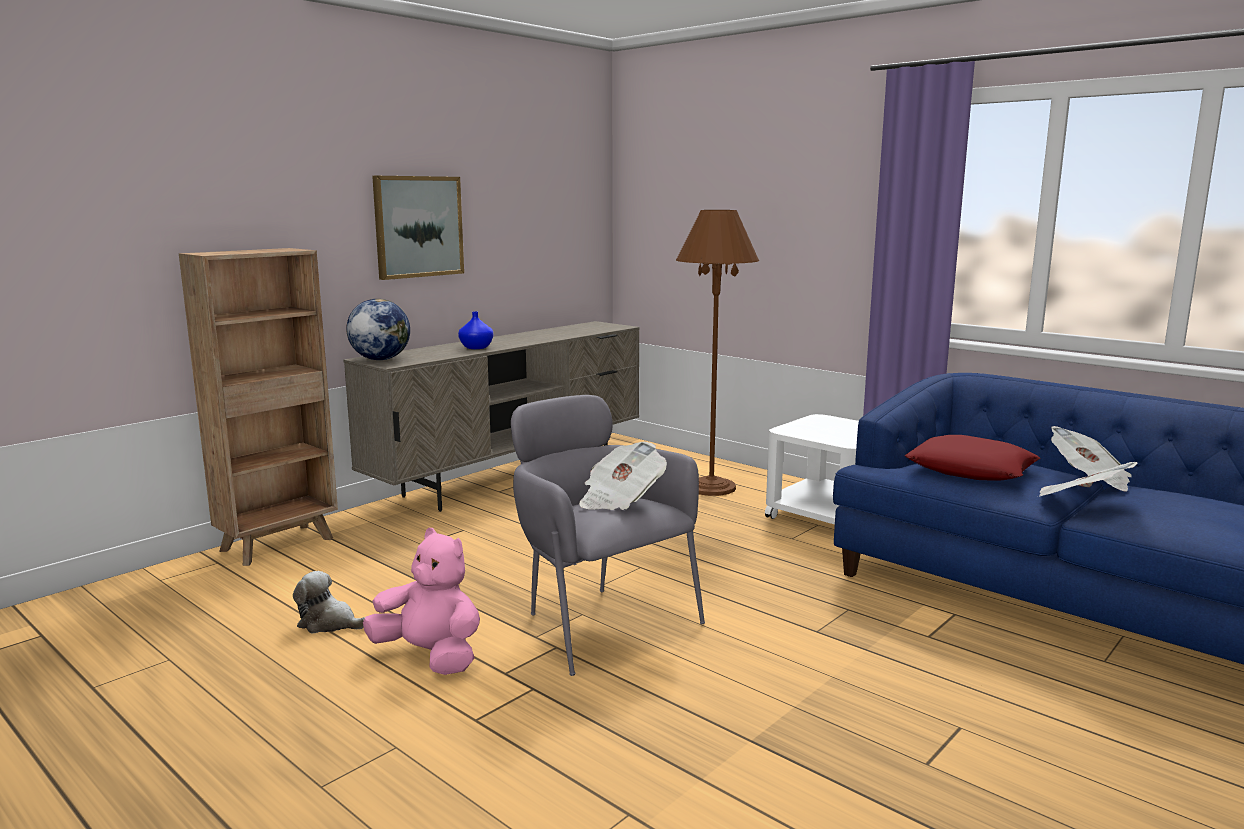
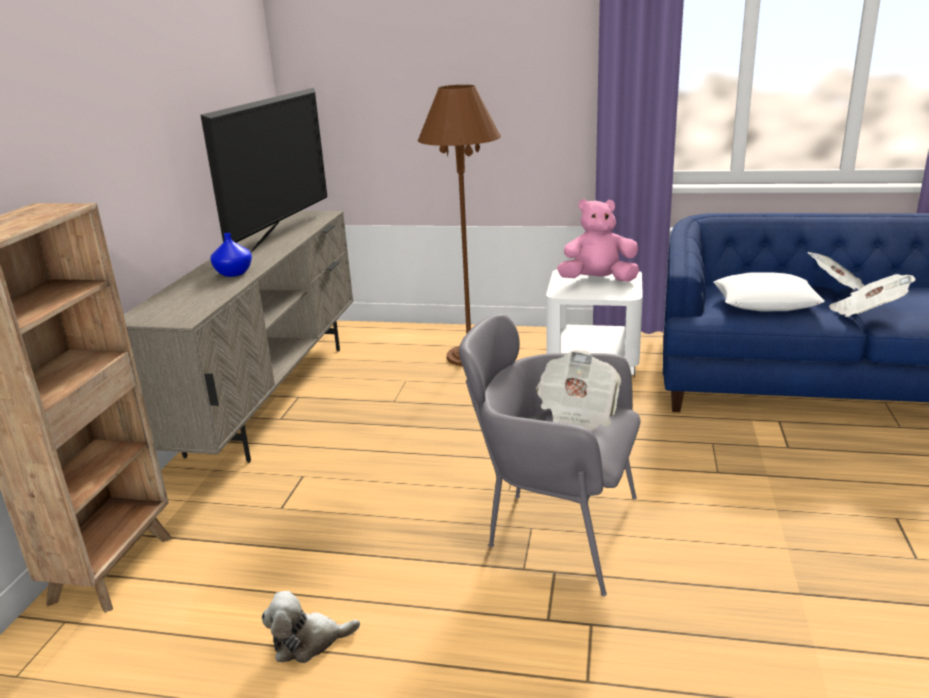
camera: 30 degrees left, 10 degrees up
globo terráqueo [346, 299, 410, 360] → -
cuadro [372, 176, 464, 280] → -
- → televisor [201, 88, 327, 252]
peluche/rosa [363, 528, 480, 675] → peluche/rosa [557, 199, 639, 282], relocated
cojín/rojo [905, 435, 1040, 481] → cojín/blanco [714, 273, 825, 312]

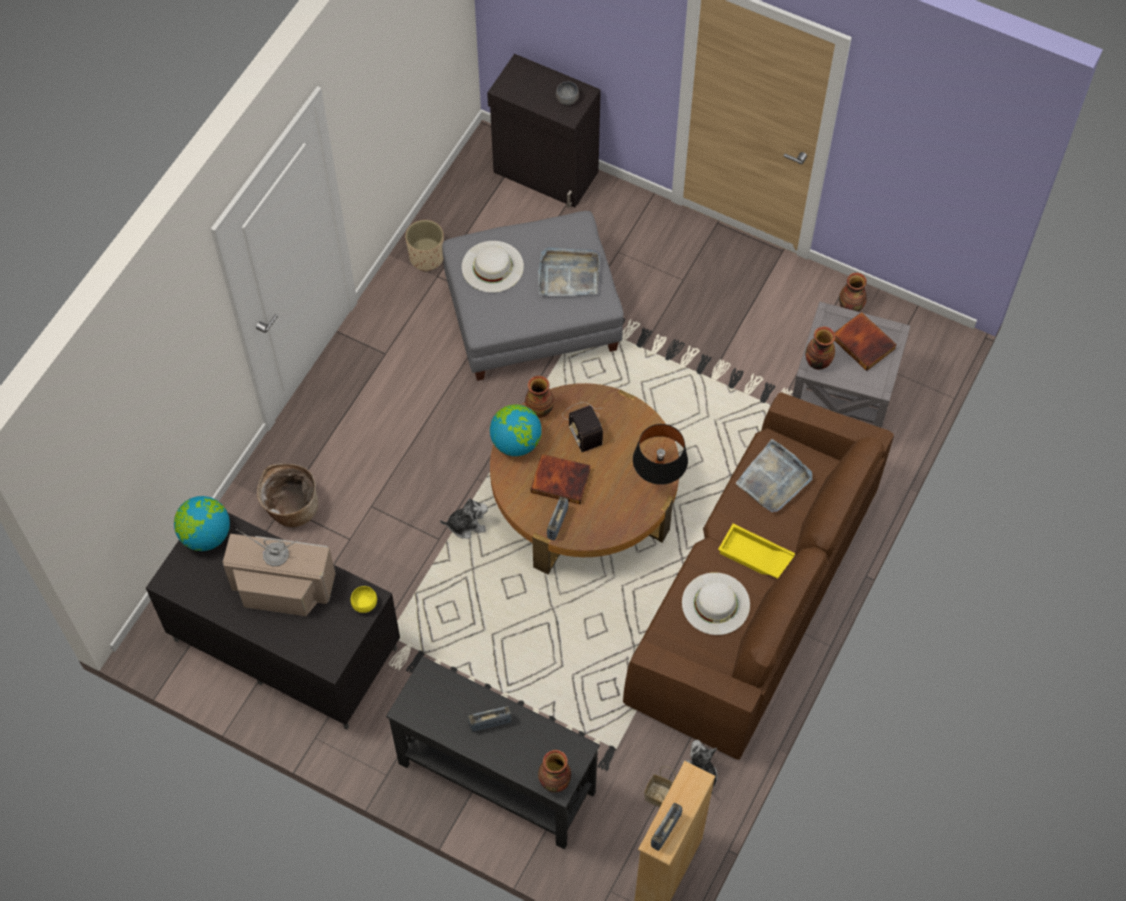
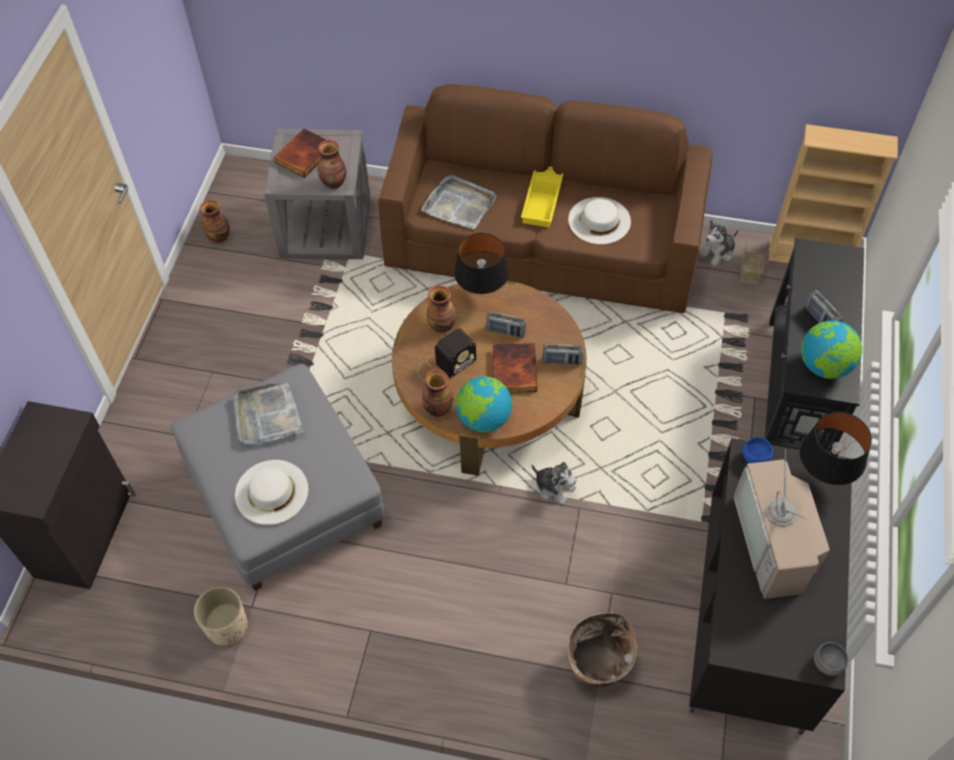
camera: 105 degrees left, 5 degrees down
- → lámpara de mesa/negro [800, 412, 872, 485]
globo terráqueo [174, 496, 230, 551] → globo terráqueo [801, 320, 862, 379], relocated
florero [538, 750, 571, 793] → florero [427, 285, 456, 333], relocated
cuenco/gris [556, 82, 579, 105] → cuenco/gris [814, 642, 848, 676], relocated
radio [651, 803, 682, 851] → radio [486, 311, 526, 338], relocated
cuenco/amarillo [351, 586, 377, 613] → cuenco/azul [743, 437, 773, 463]
peluche [440, 498, 488, 539] → peluche [532, 462, 576, 505], 150 degrees clockwise

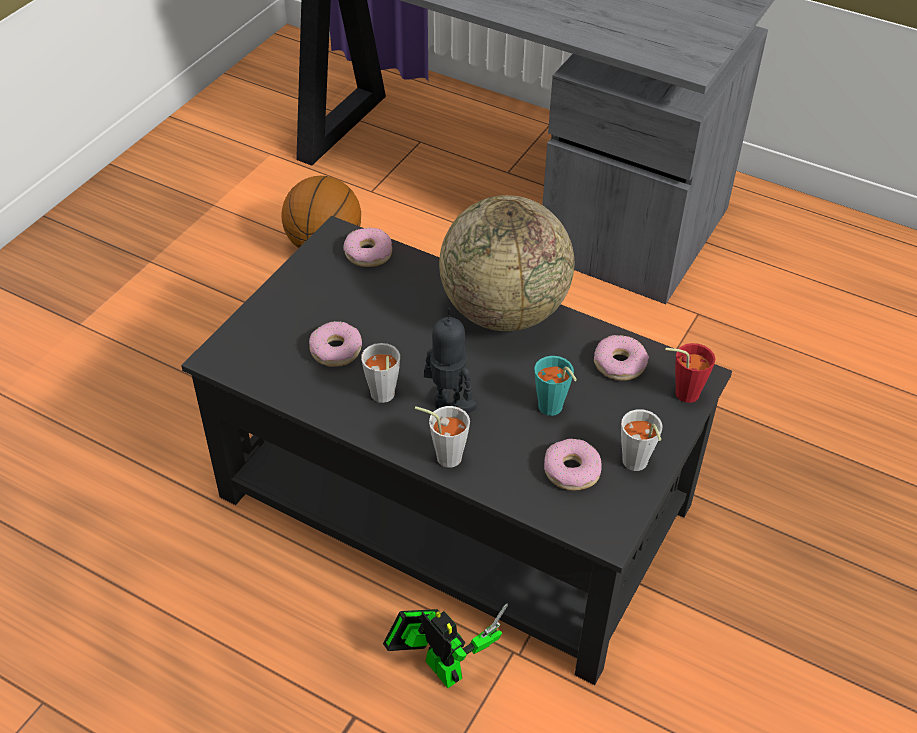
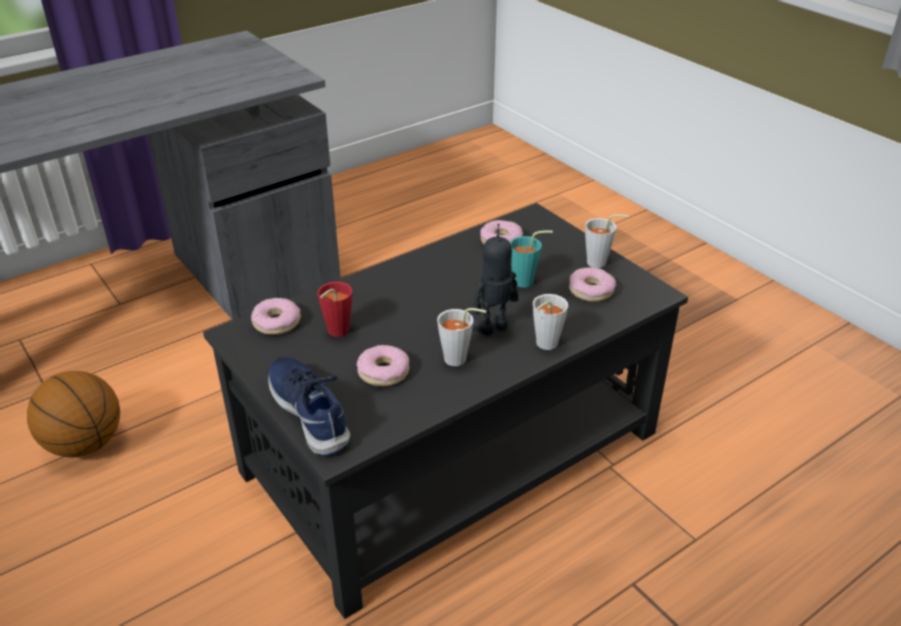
camera: 65 degrees left, 10 degrees down
robot de juguete [383, 603, 509, 688] → -
globo terráqueo [439, 195, 574, 331] → -
- → zapato/azul [268, 357, 350, 456]
taza/rojo [665, 343, 715, 403] → taza/rojo [317, 282, 352, 337], relocated

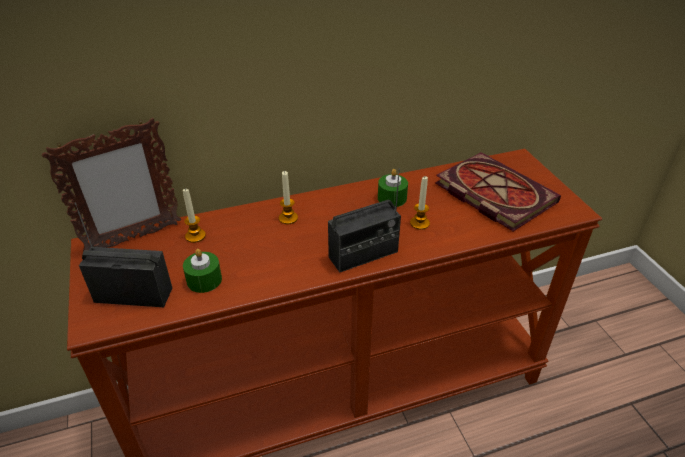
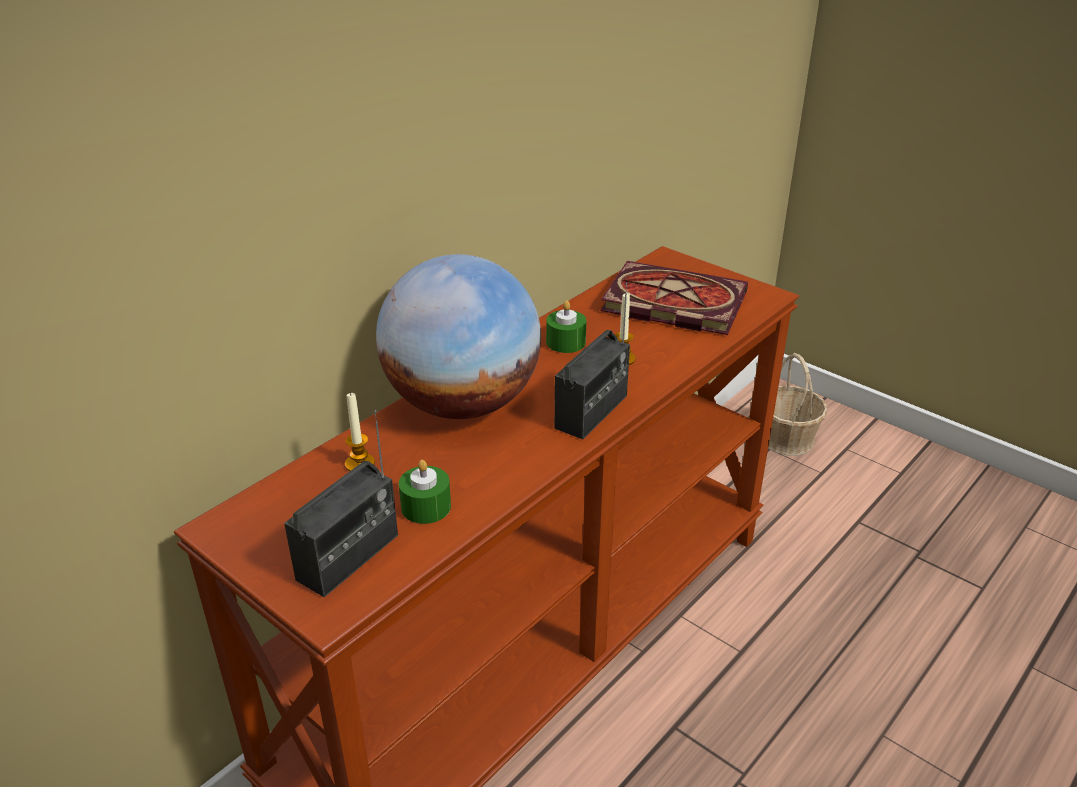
camera: 30 degrees left, 5 degrees down
portarretratos [42, 118, 181, 251] → -
- → cesta [768, 353, 828, 456]
vela [279, 171, 298, 224] → globo terráqueo [376, 254, 541, 419]
radio [75, 203, 172, 307] → radio [284, 410, 398, 597], 150 degrees clockwise

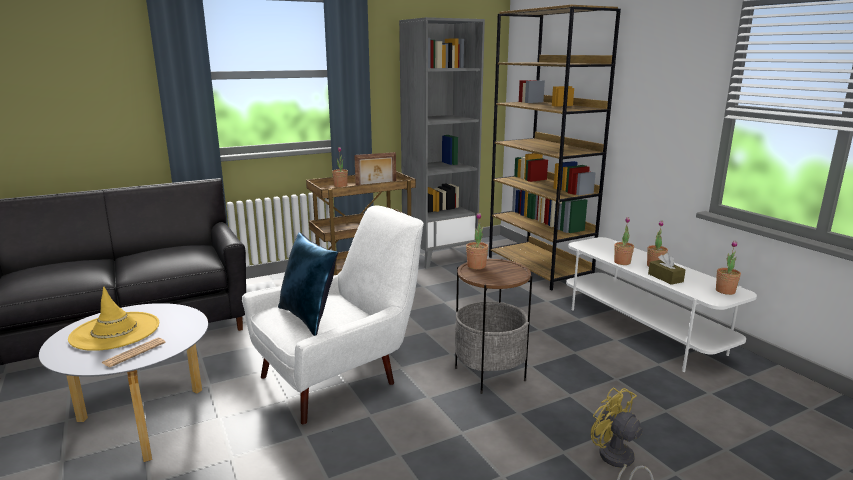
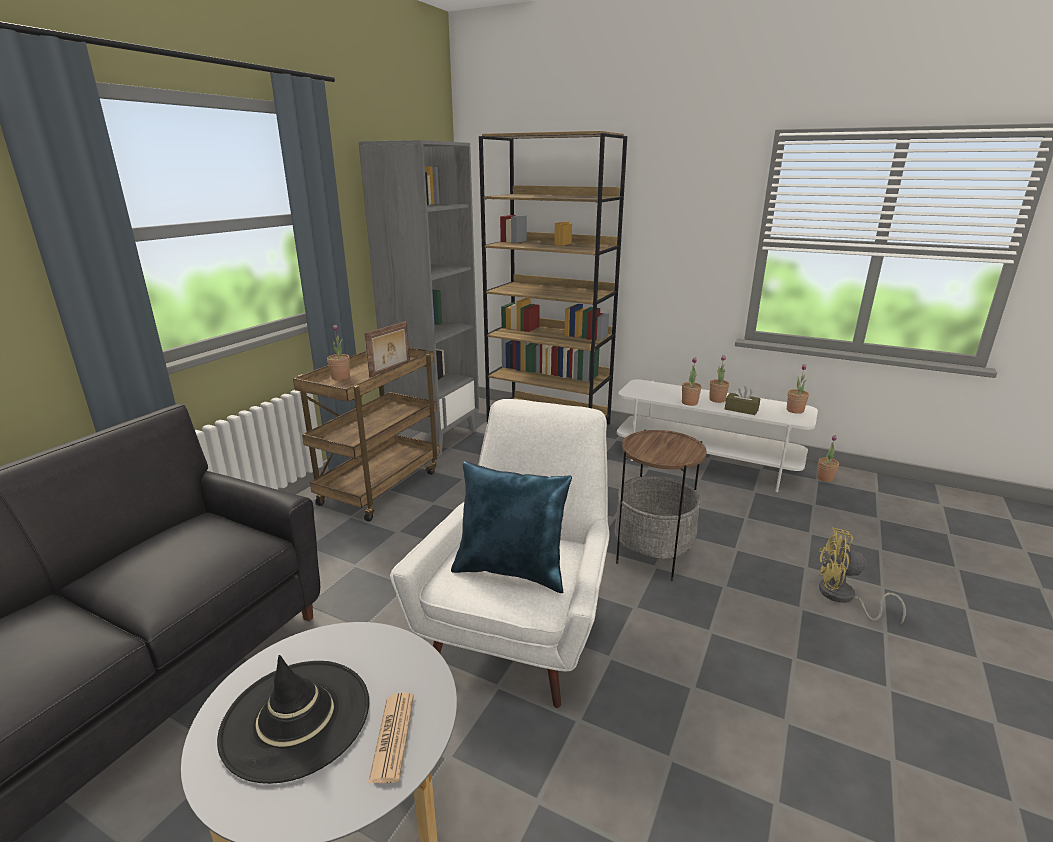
camera: 35 degrees left, 5 degrees up
planta en maceta [466, 213, 488, 269] → planta en maceta [817, 435, 839, 482], relocated
sombrero/amarillo [68, 287, 159, 351] → sombrero/negro [217, 655, 369, 784]

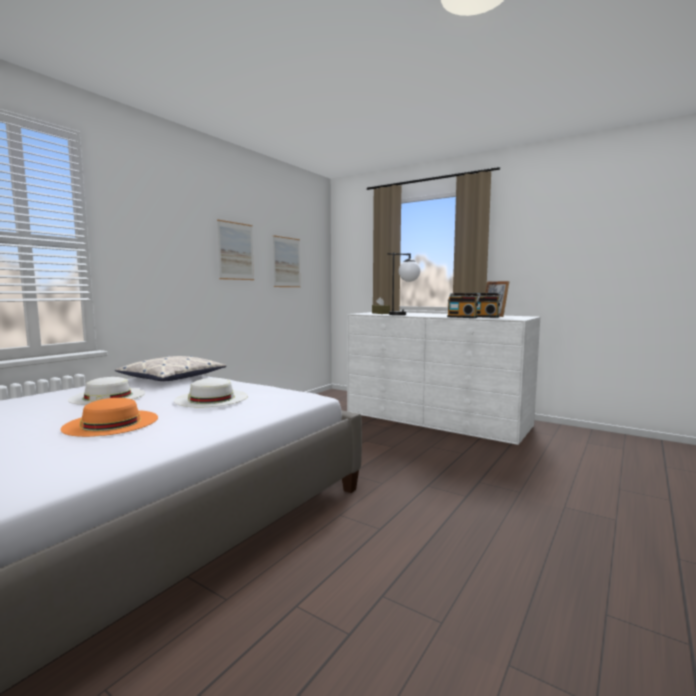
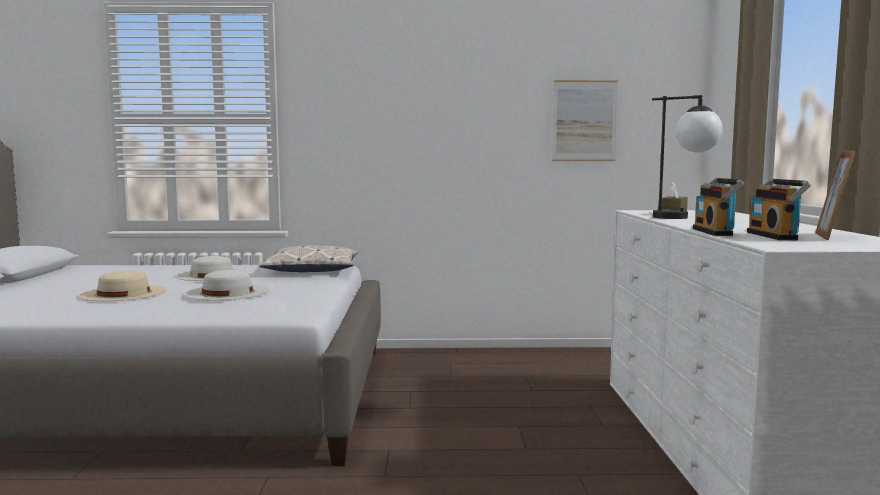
camera: 55 degrees right, 0 degrees up
cuadro [217, 219, 254, 280] → -
sombrero/naranja [61, 398, 158, 437] → sombrero/beis [79, 271, 166, 301]

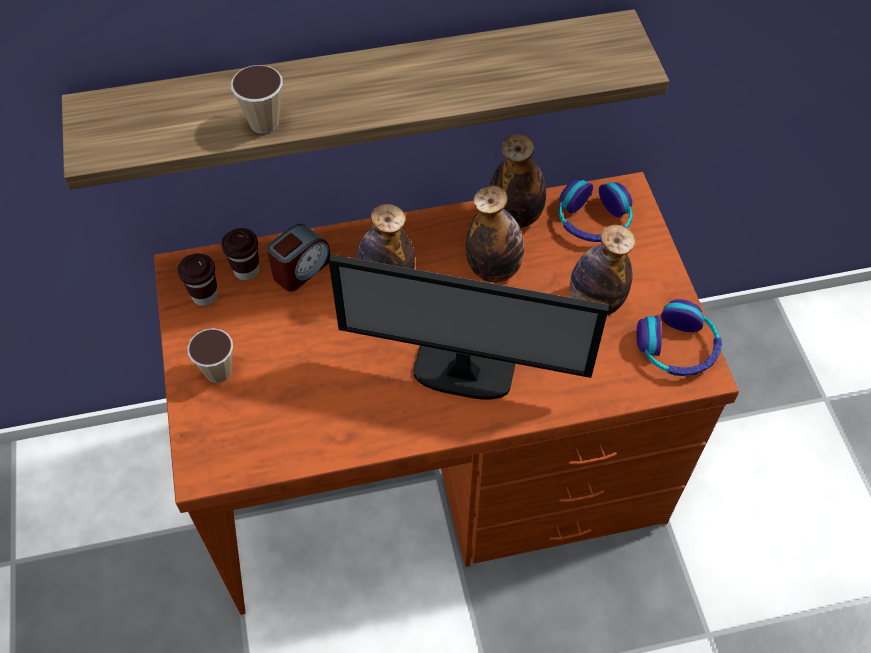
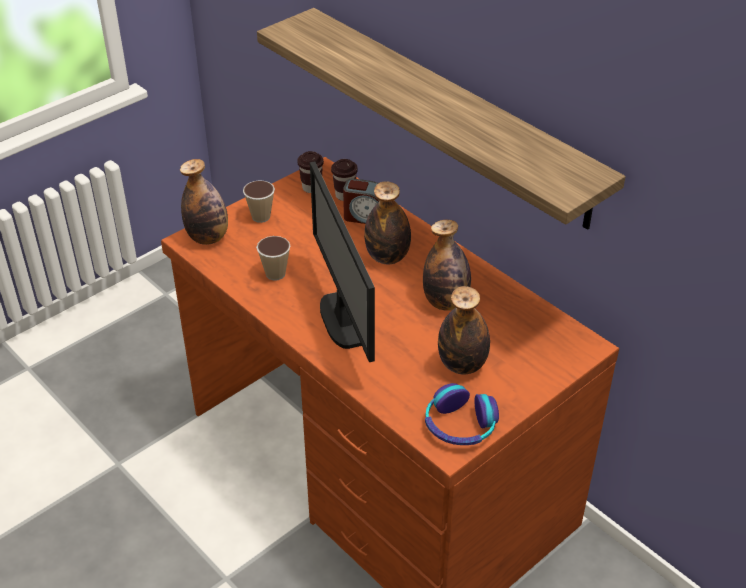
camera: 60 degrees right, 15 degrees down
auriculares [558, 180, 633, 242] → -
taza [231, 65, 283, 134] → taza [256, 236, 290, 281], relocated
botella [490, 134, 546, 228] → botella [180, 159, 228, 245], relocated

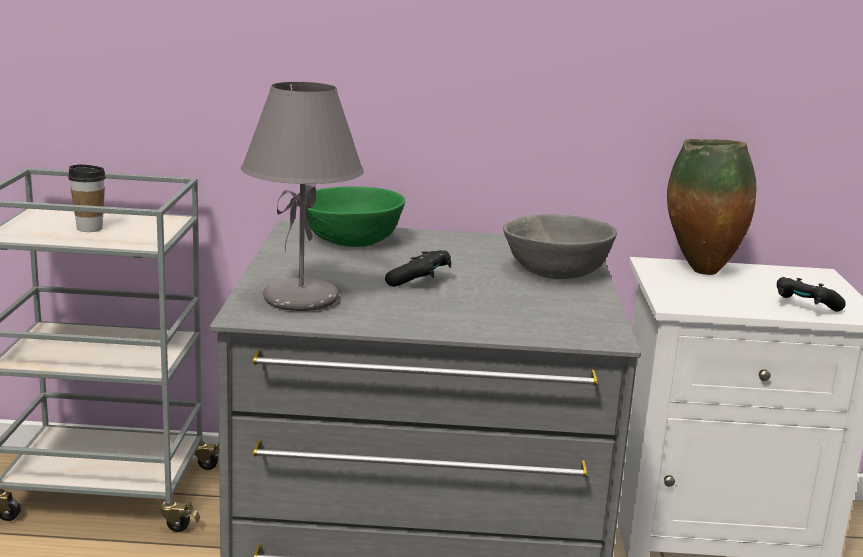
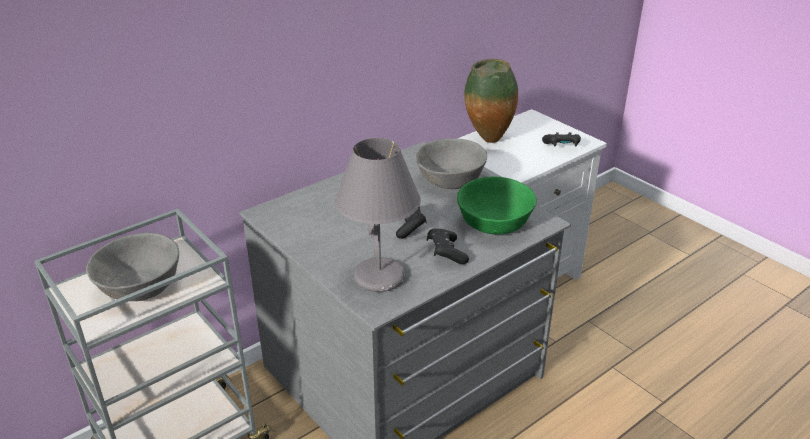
camera: 40 degrees left, 15 degrees up
- → mando de consola/negro [427, 228, 469, 264]
cuenco/verde [305, 186, 405, 247] → cuenco/verde [457, 177, 537, 234], relocated
taza [68, 164, 106, 232] → cuenco/gris [86, 233, 179, 301]

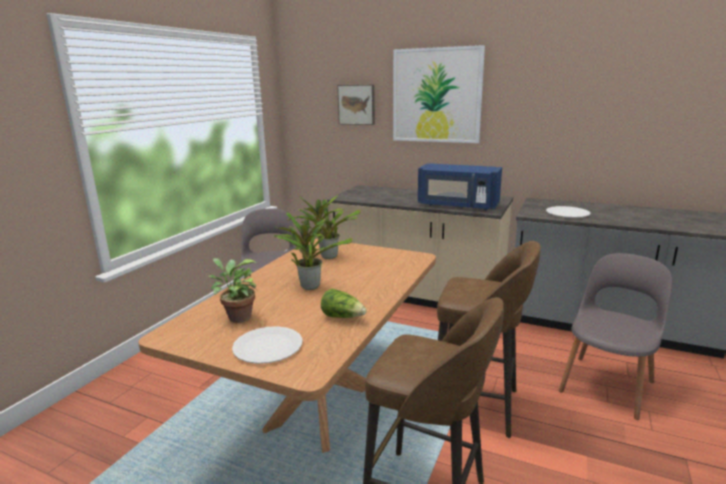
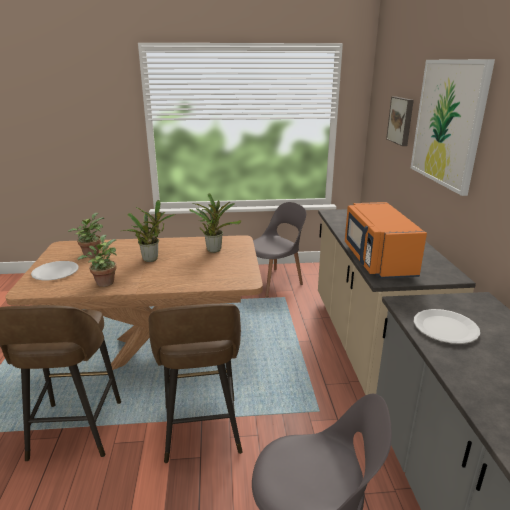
camera: 60 degrees right, 5 degrees up
lechuga [321, 289, 367, 318] → planta en maceta [78, 235, 117, 287]
microondas/azul [418, 163, 502, 211] → microondas/naranja [345, 202, 427, 278]

